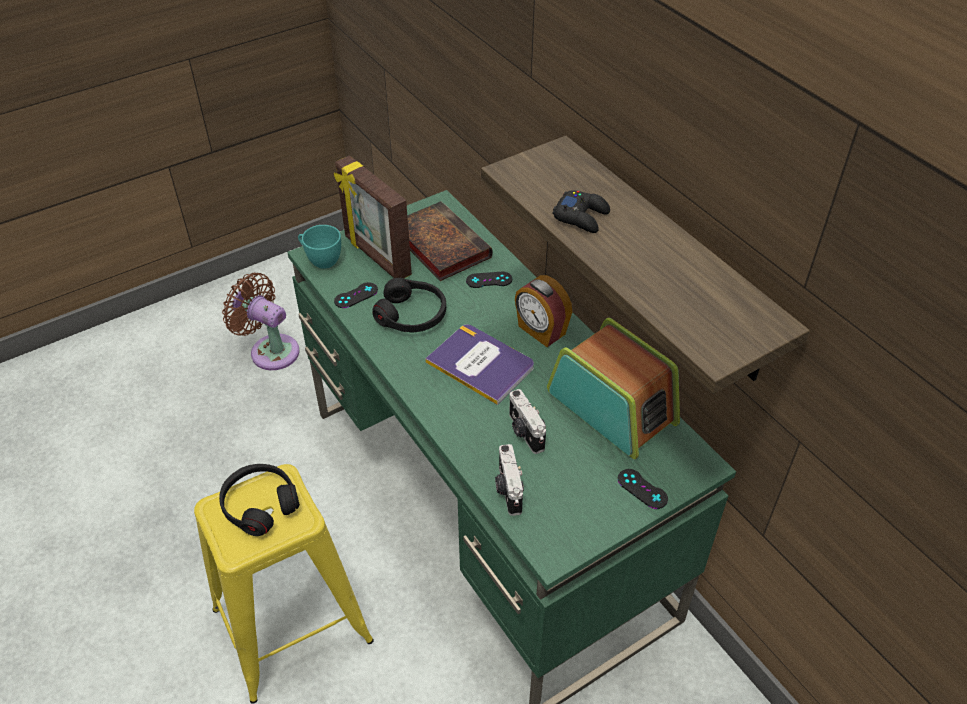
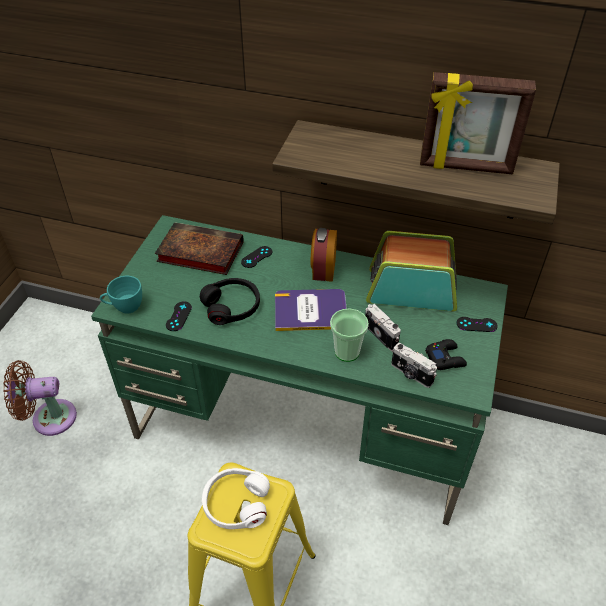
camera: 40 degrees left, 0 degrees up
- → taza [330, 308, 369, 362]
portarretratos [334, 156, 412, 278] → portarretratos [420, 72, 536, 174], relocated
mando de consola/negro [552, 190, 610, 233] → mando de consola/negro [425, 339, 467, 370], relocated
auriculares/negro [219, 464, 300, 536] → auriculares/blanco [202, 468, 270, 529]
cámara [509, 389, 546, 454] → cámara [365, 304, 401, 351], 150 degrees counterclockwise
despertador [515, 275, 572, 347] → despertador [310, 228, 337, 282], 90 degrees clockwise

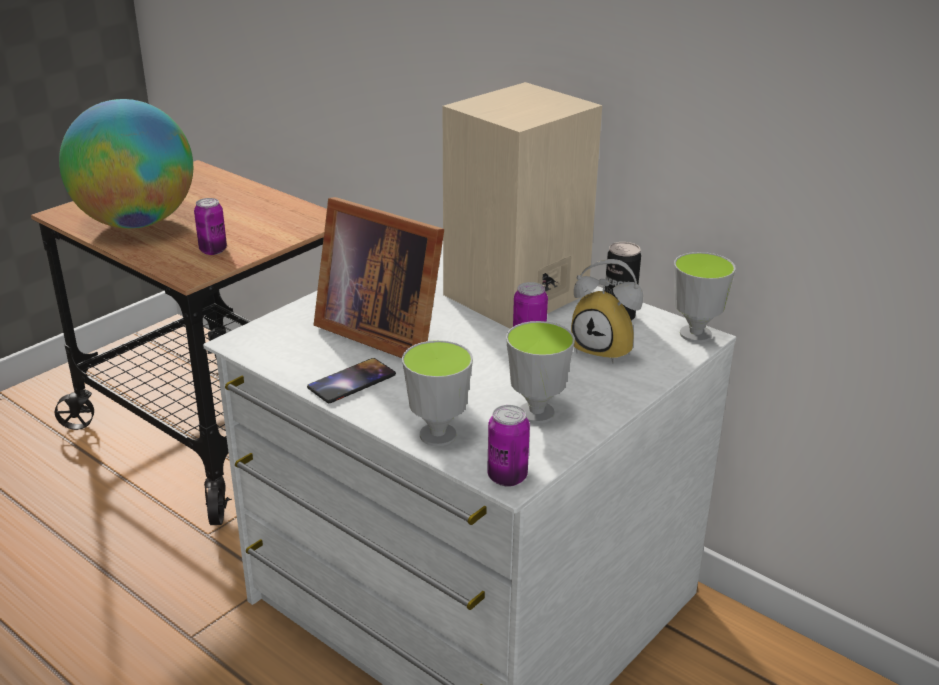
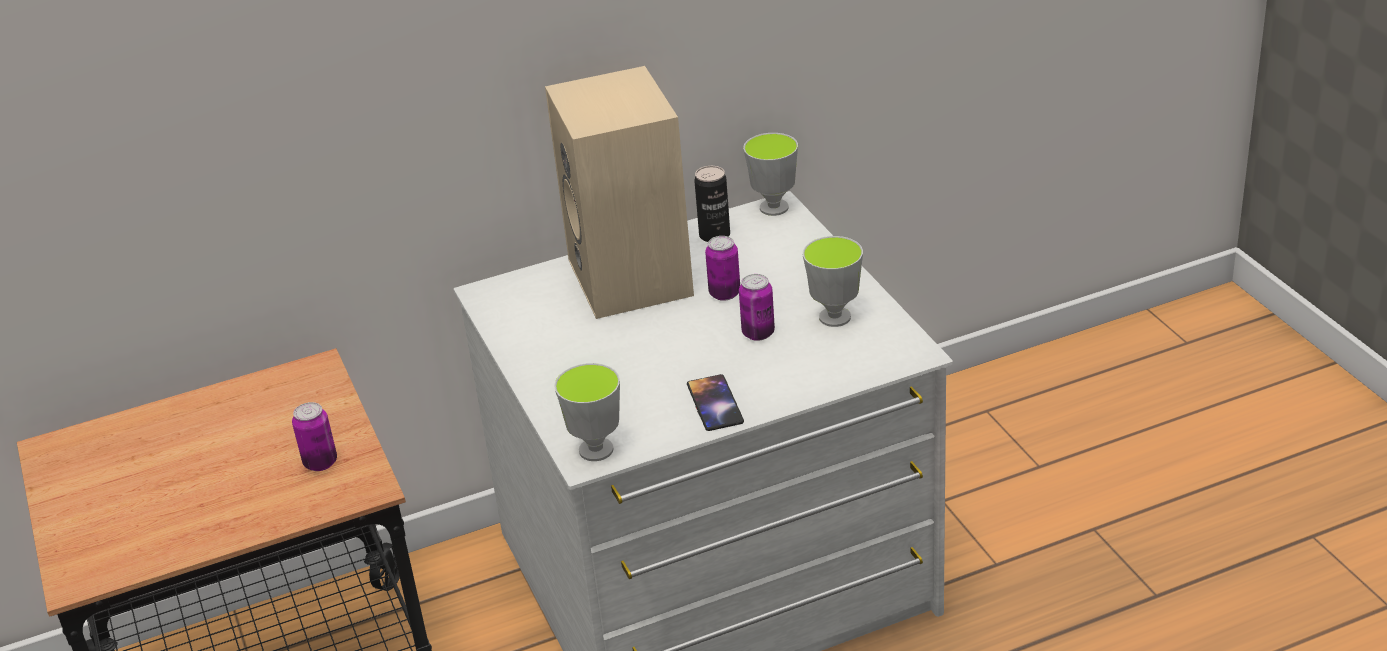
camera: 60 degrees left, 5 degrees up
globo terráqueo [59, 99, 193, 229] → -
portarretratos [314, 197, 444, 358] → -
despertador [571, 259, 643, 364] → -
taza [402, 340, 473, 446] → taza [554, 363, 620, 461], relocated
lata [487, 405, 530, 487] → lata [739, 274, 775, 341], relocated

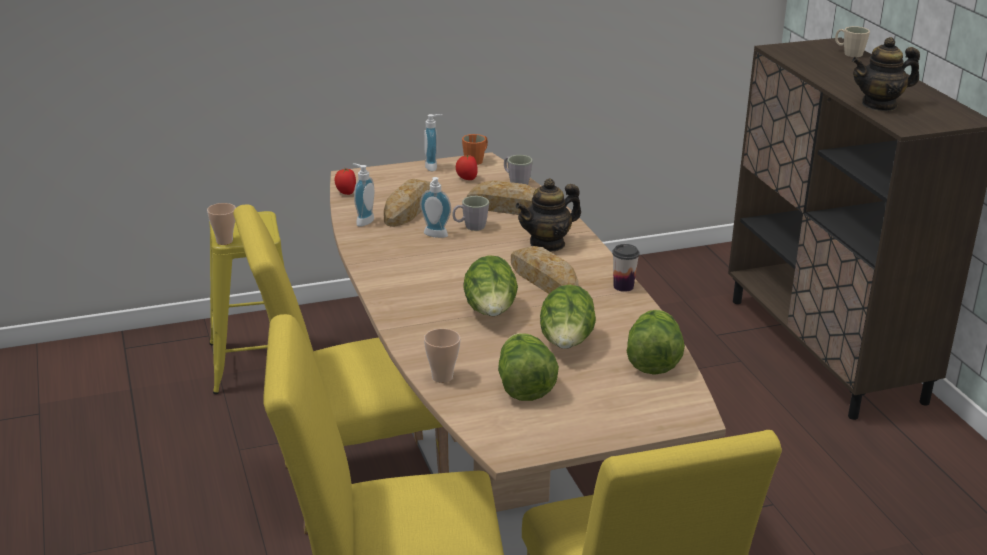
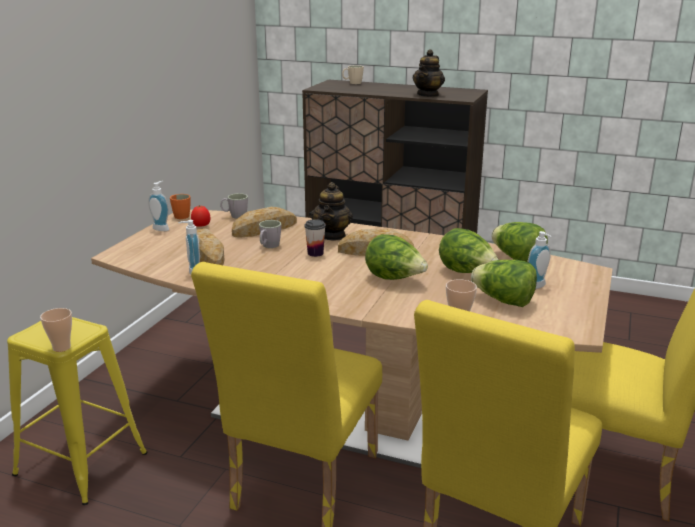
camera: 50 degrees left, 5 degrees down
tomate [334, 169, 356, 195] → -
dispensador de jabón [420, 177, 451, 238] → dispensador de jabón [528, 231, 552, 289], relocated
taza [612, 244, 640, 292] → taza [304, 219, 326, 257], relocated

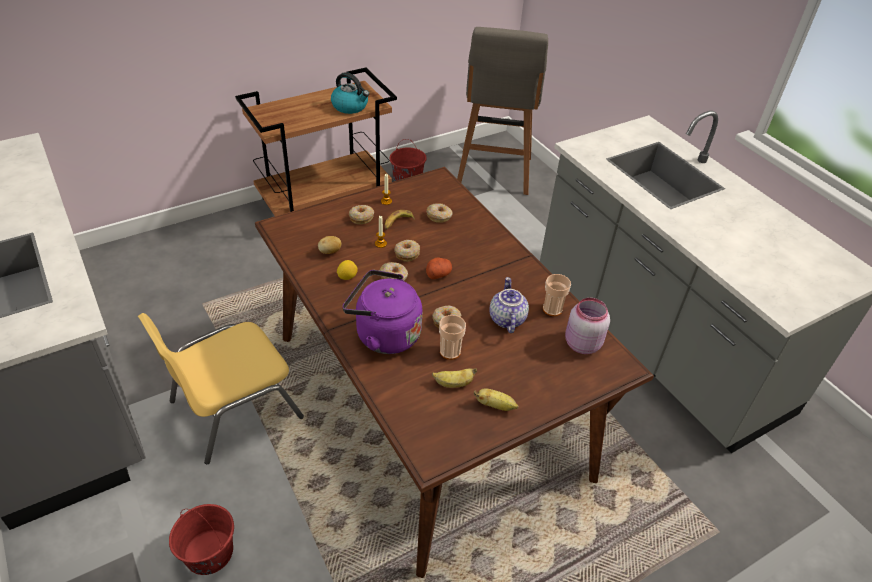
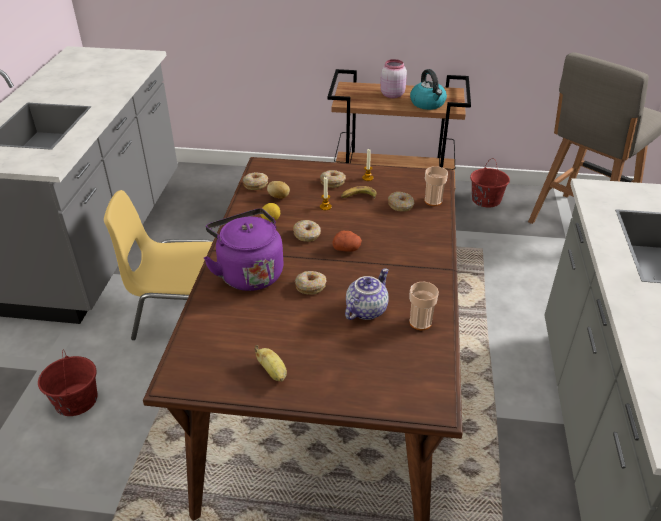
camera: 40 degrees right, 5 degrees down
plátano [432, 368, 477, 388] → -
rosquilla [394, 240, 420, 262] → rosquilla [243, 172, 268, 190], relocated
taza [439, 315, 466, 360] → taza [424, 166, 448, 206], relocated
tarro/rosa [565, 298, 610, 354] → tarro/rosa [380, 59, 407, 98], relocated

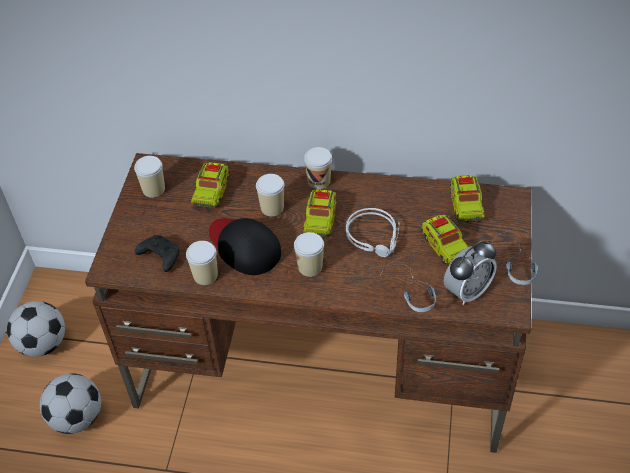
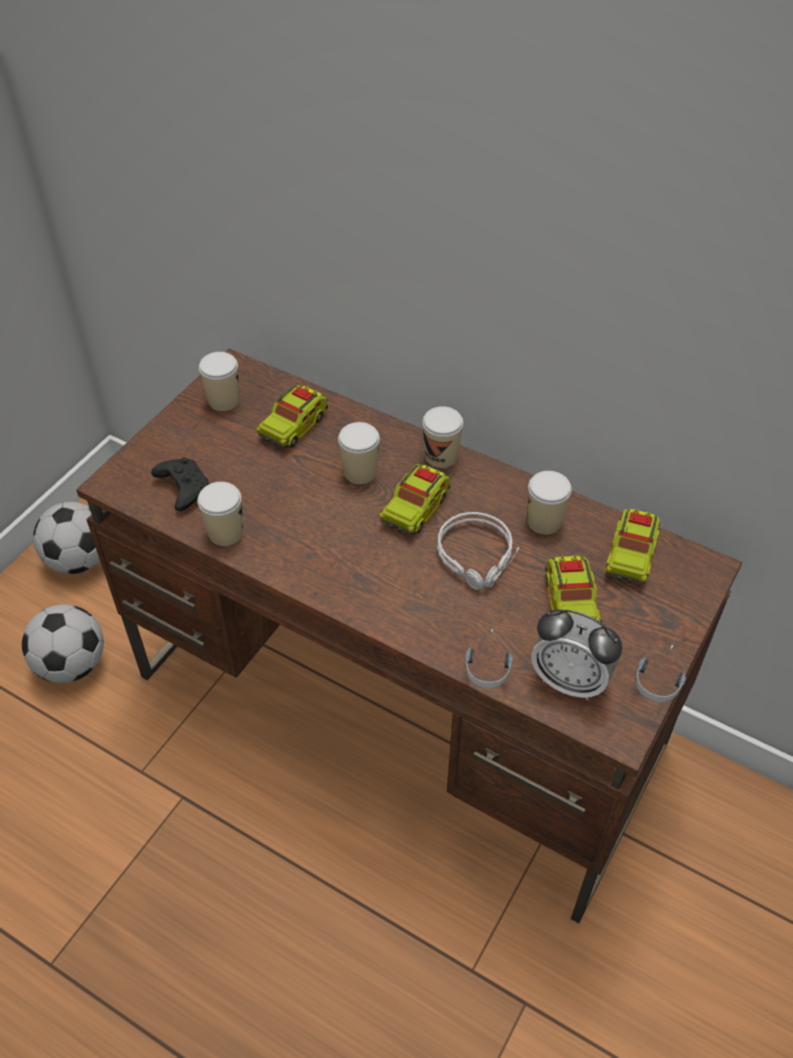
camera: 20 degrees right, 0 degrees up
gorra/negro [209, 218, 281, 275] → -
taza [294, 232, 324, 277] → taza [527, 471, 572, 535], relocated
despertador [444, 241, 497, 305] → despertador [531, 609, 622, 700], 45 degrees clockwise

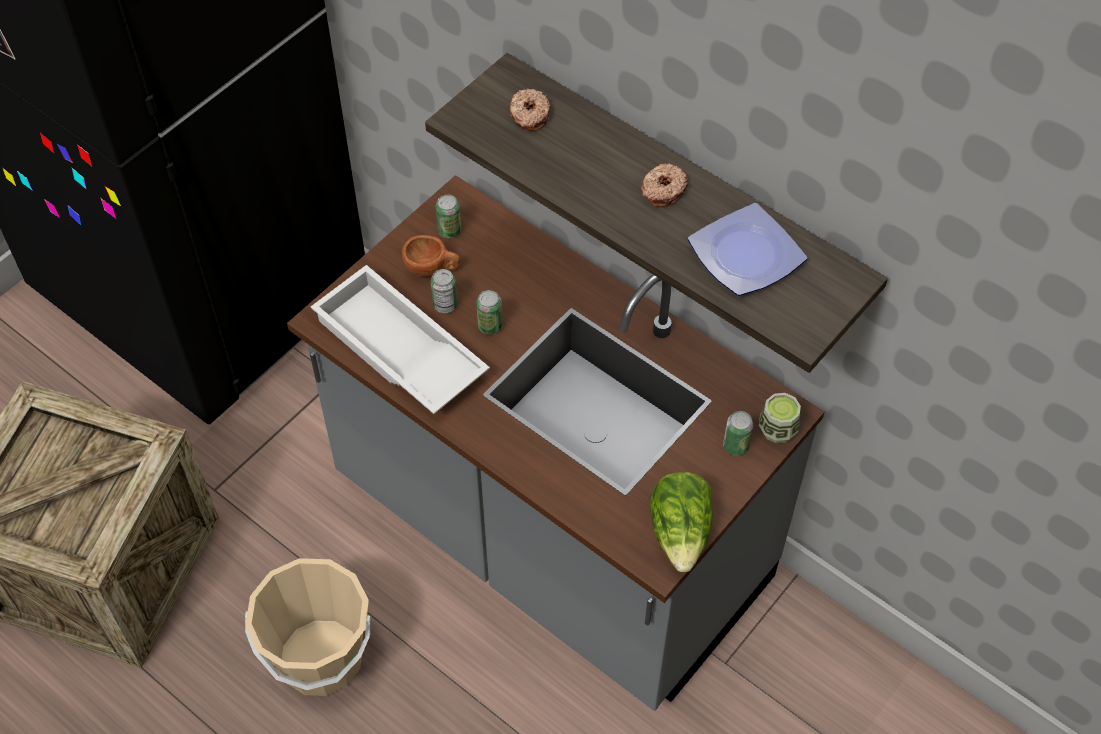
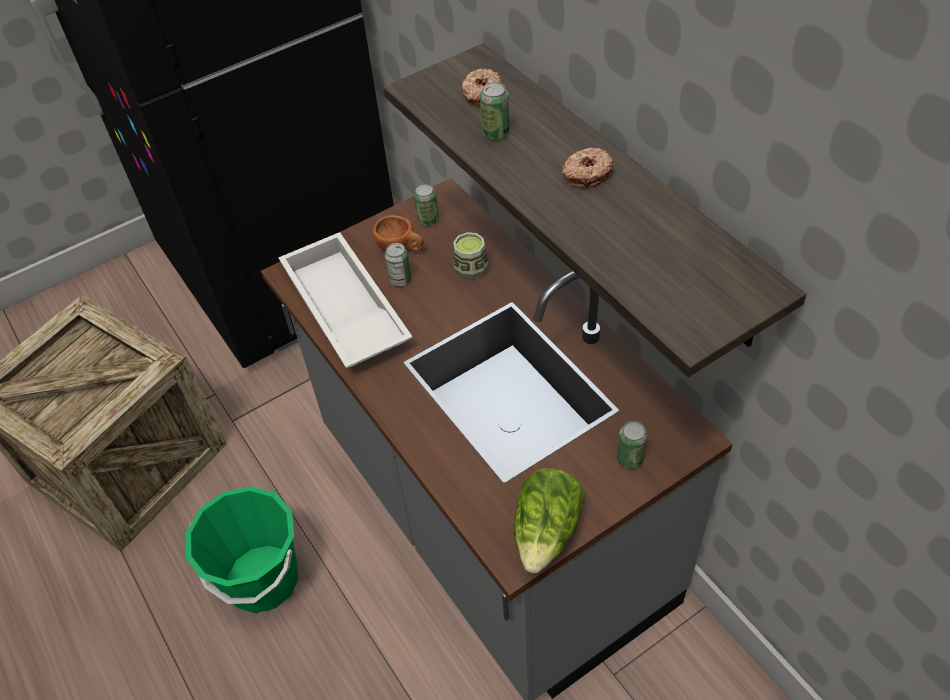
camera: 20 degrees right, 5 degrees down
plato [688, 203, 807, 296] → -
lata [476, 290, 503, 335] → lata [480, 82, 510, 140], relocated
taza [759, 393, 801, 443] → taza [453, 232, 488, 279], relocated
cubo/beis [245, 558, 371, 696] → cubo/verde [186, 486, 299, 613]

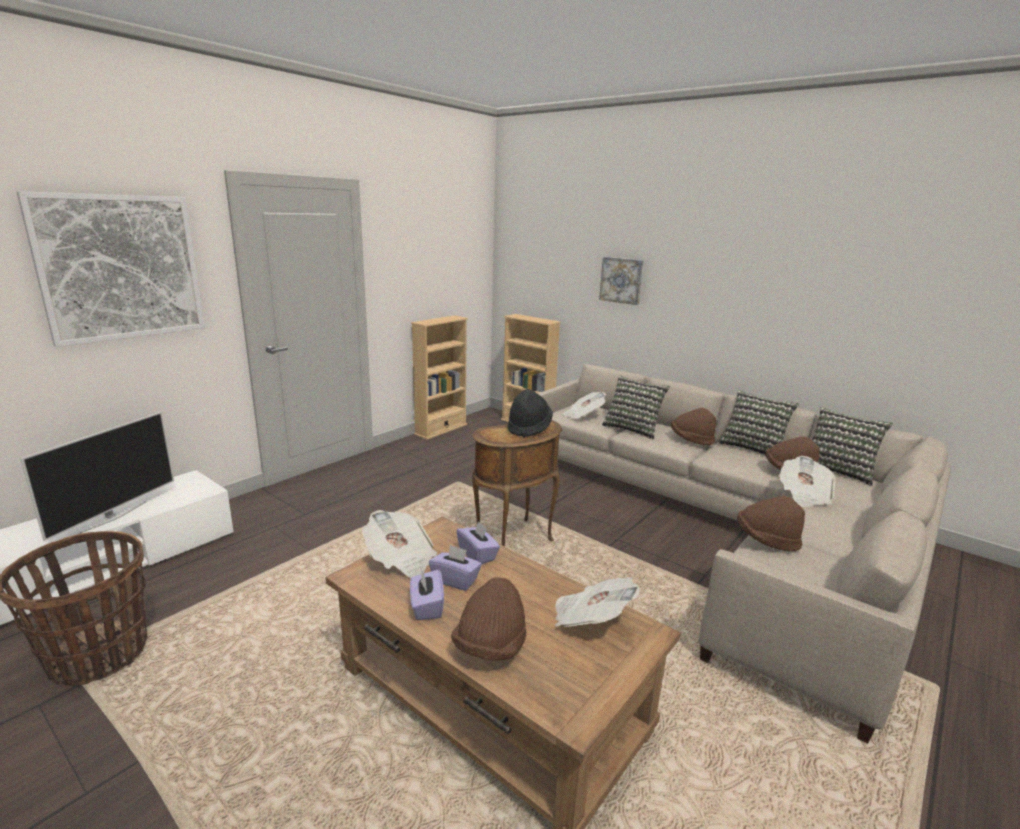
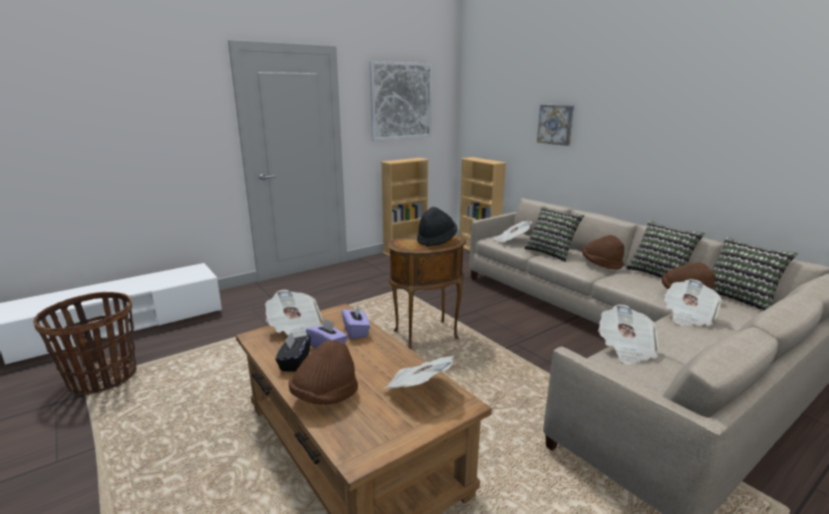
camera: 15 degrees right, 0 degrees up
televisor [20, 412, 174, 541] → -
cuadro [16, 191, 205, 347] → cuadro [369, 61, 432, 141], relocated
sombrero/marrón [737, 496, 805, 551] → periódico [598, 305, 659, 364]
caja de pañuelos/morado [410, 568, 444, 620] → caja de pañuelos/negro [275, 332, 311, 372]

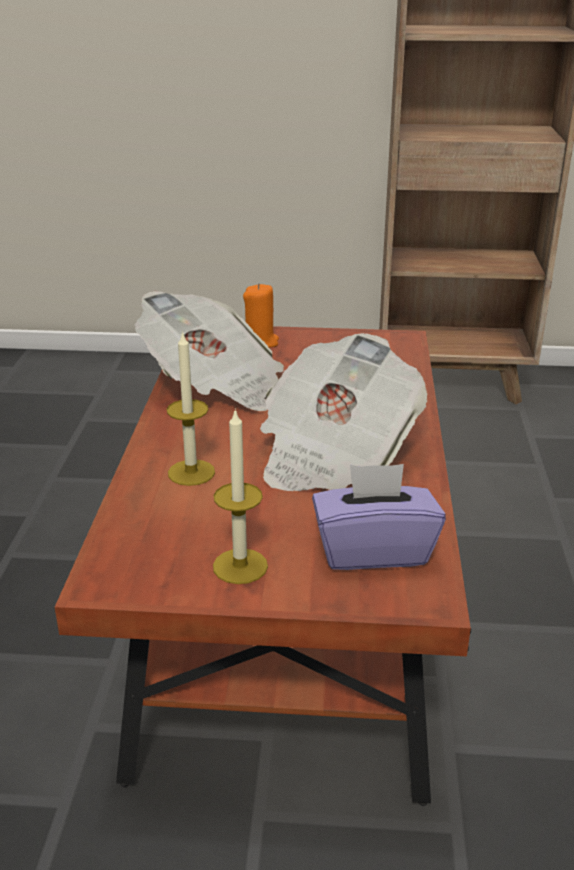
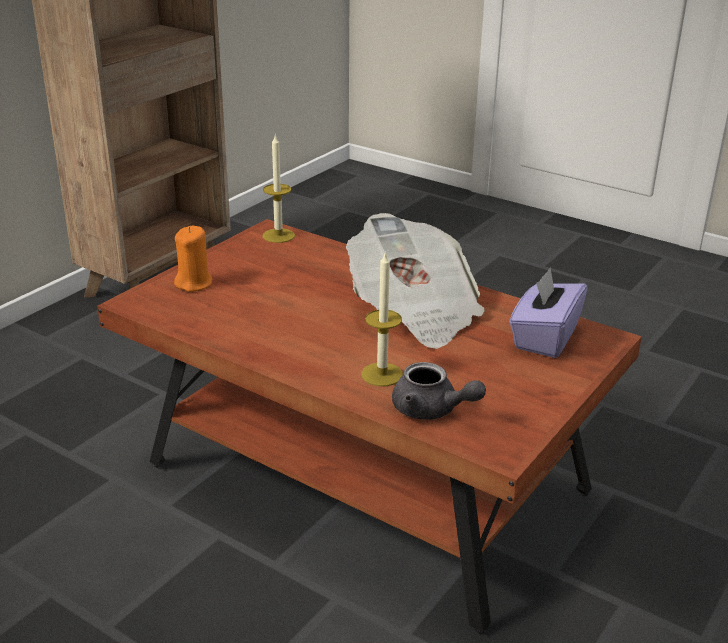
camera: 60 degrees left, 0 degrees up
periódico [135, 291, 284, 411] → -
- → tetera/gris [392, 362, 486, 420]
vela [213, 408, 268, 584] → vela [262, 135, 295, 243], relocated

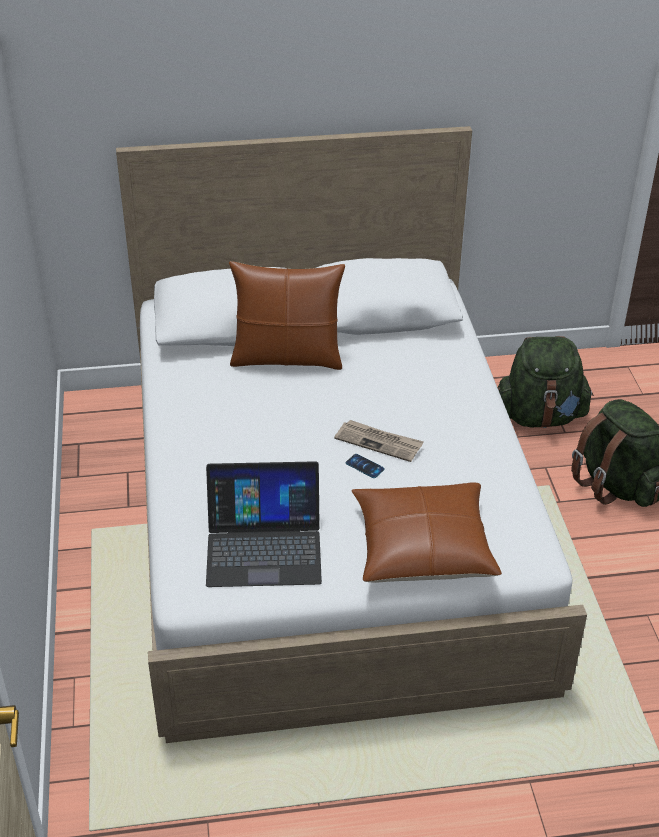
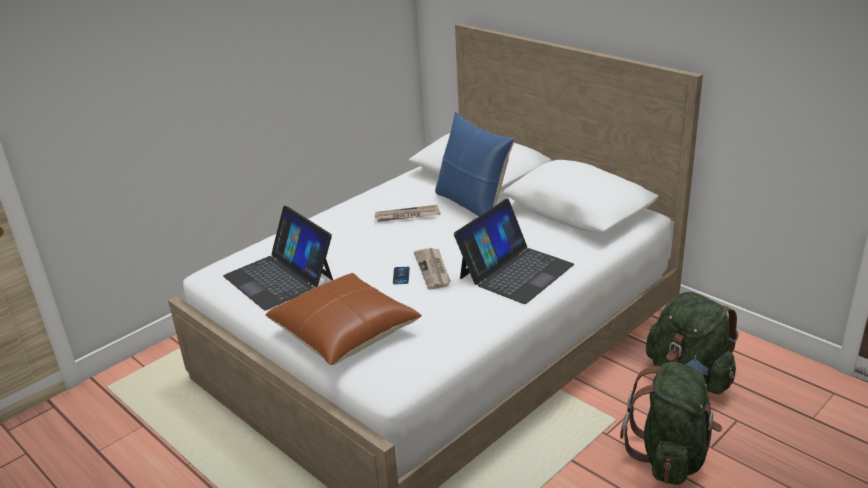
camera: 55 degrees right, 10 degrees down
- → periódico [375, 205, 440, 222]
- → portátil [454, 199, 574, 304]
cojín/marrón [229, 261, 345, 370] → cojín/azul [435, 112, 514, 217]

